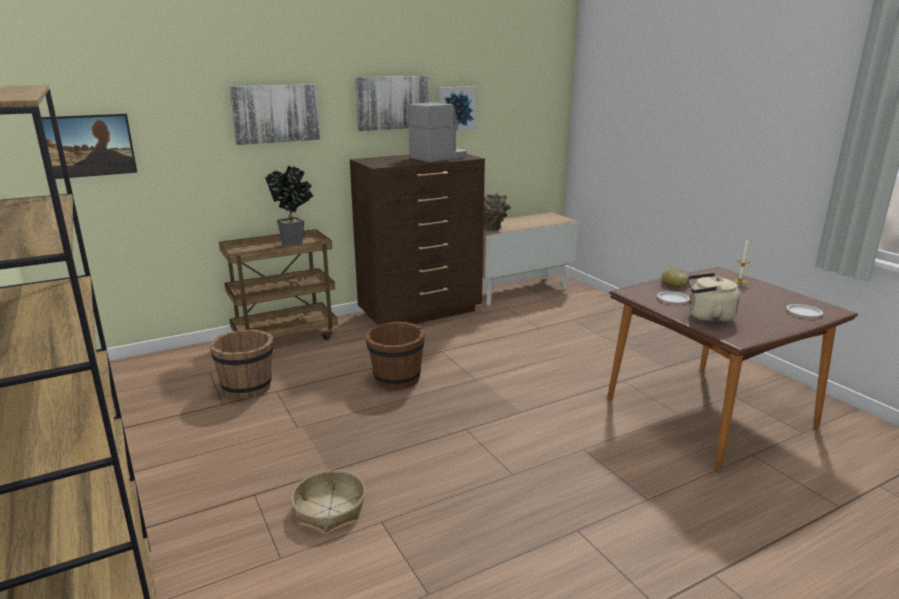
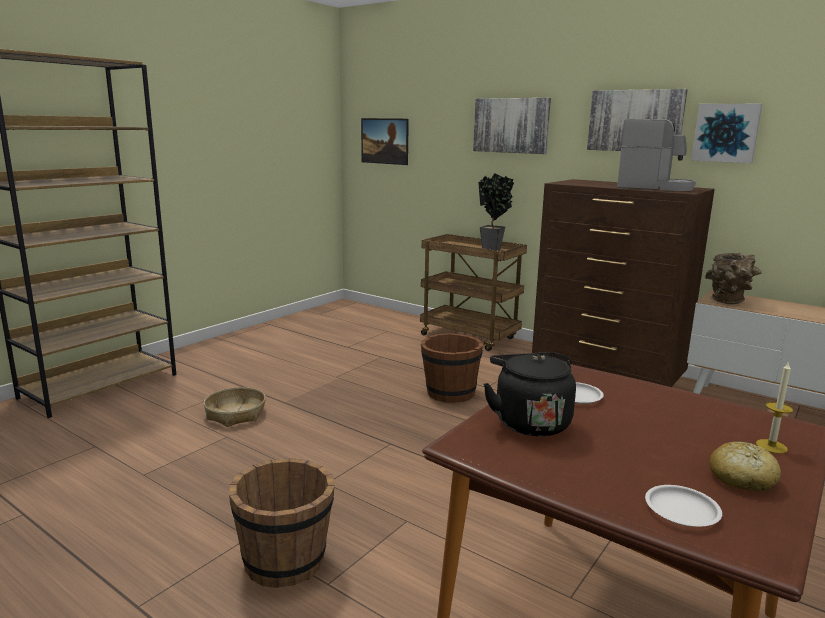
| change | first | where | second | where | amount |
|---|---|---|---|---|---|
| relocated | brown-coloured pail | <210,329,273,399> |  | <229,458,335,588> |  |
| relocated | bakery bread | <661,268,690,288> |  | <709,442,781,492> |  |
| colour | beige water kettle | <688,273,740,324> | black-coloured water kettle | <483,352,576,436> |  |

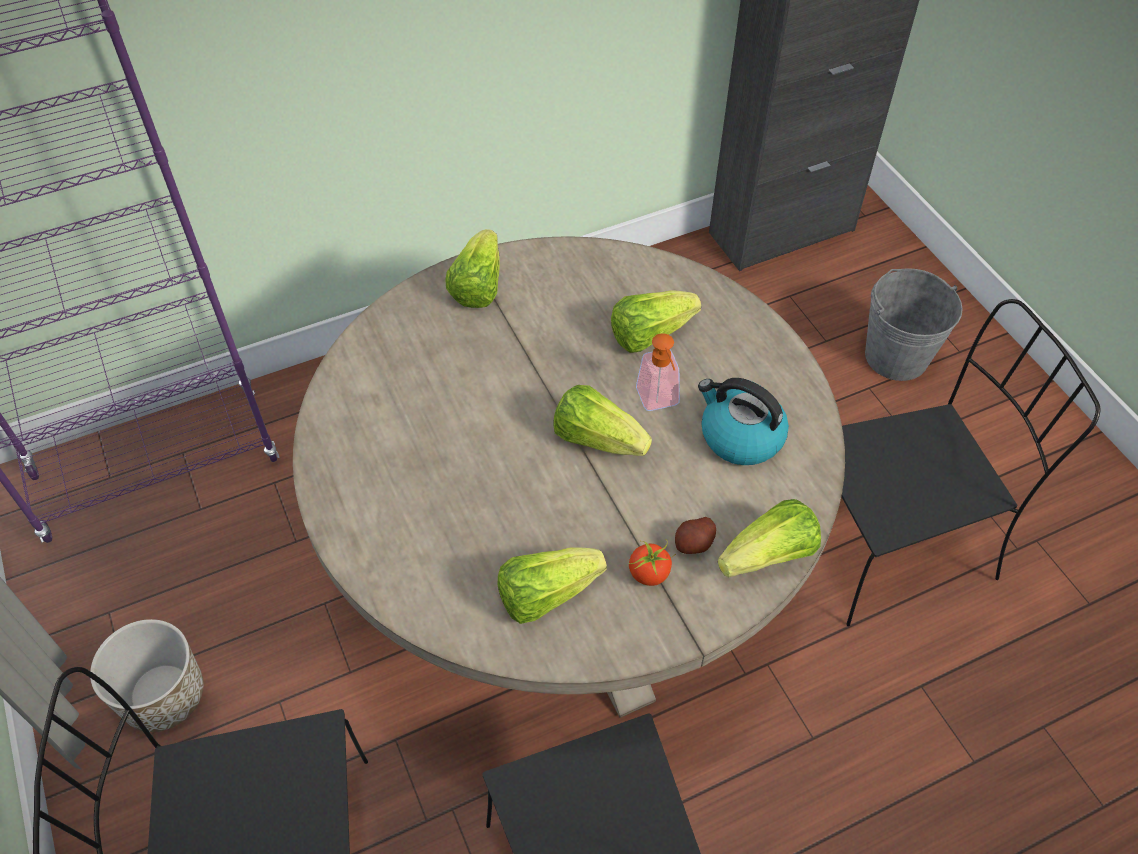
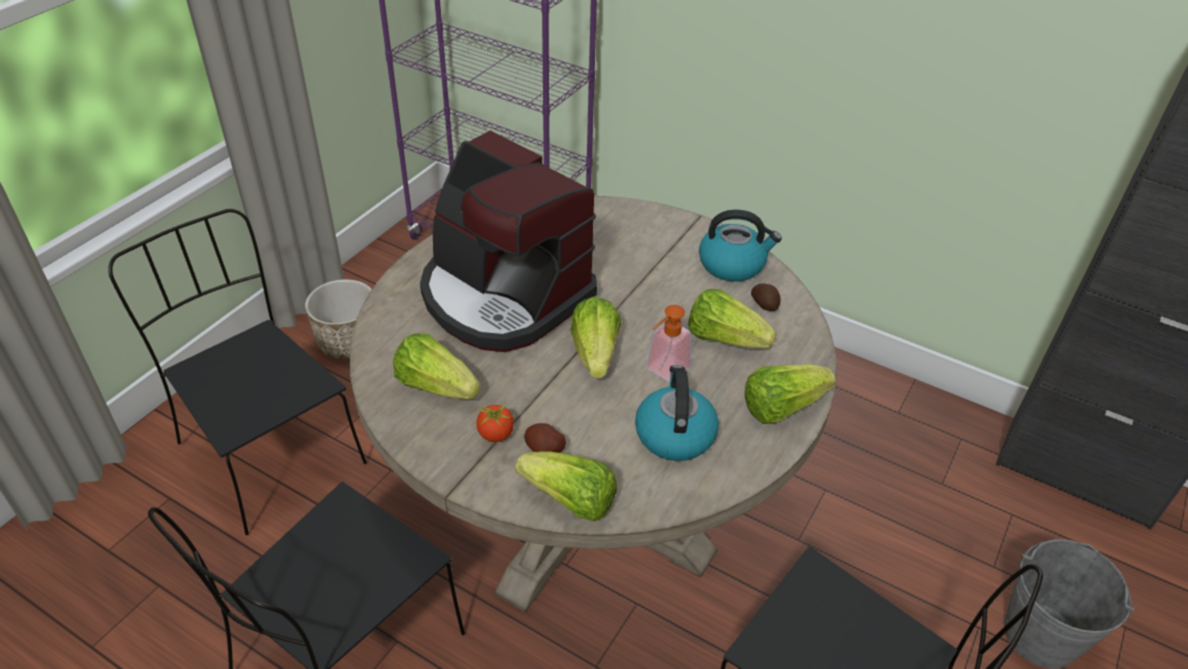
| change | first | where | second | where | amount |
|---|---|---|---|---|---|
| relocated | lettuce head | <445,229,500,308> |  | <745,364,836,424> |  |
| appeared |  |  | coffee machine | <420,130,597,352> |  |
| appeared |  |  | water kettle | <699,210,782,281> |  |
| appeared |  |  | potato | <751,283,781,311> |  |

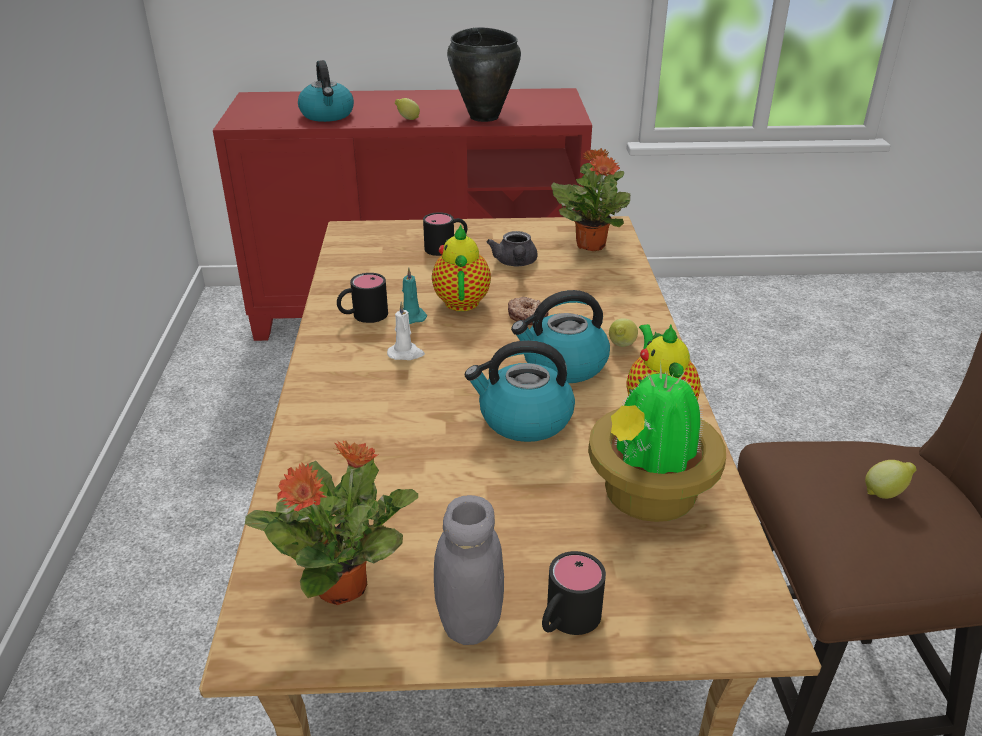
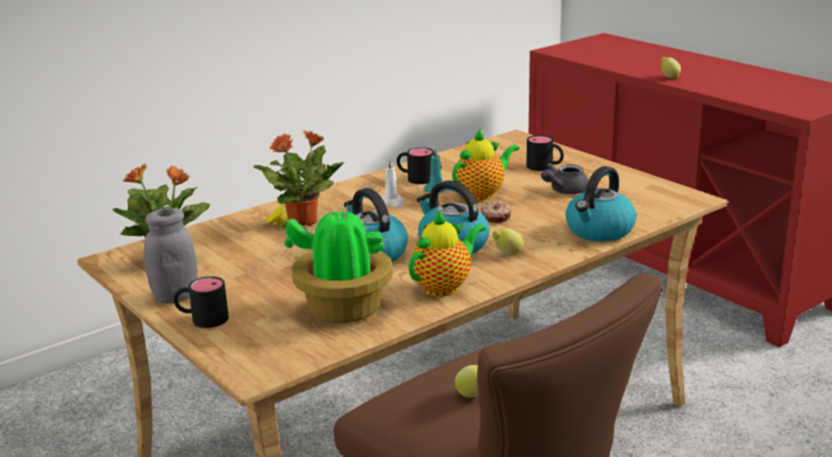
| change | first | where | second | where | amount |
|---|---|---|---|---|---|
| relocated | water kettle | <298,60,354,122> |  | <565,166,637,241> |  |
| missing | black-coloured stockpot | <447,27,521,122> |  |  |  |
| relocated | houseplant | <551,148,631,251> |  | <253,131,344,226> |  |

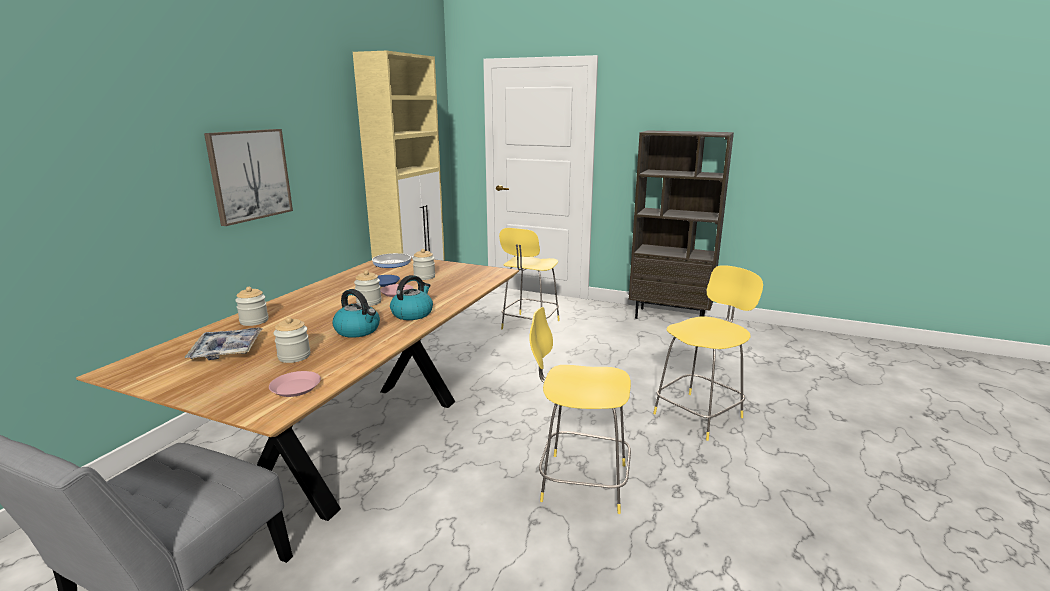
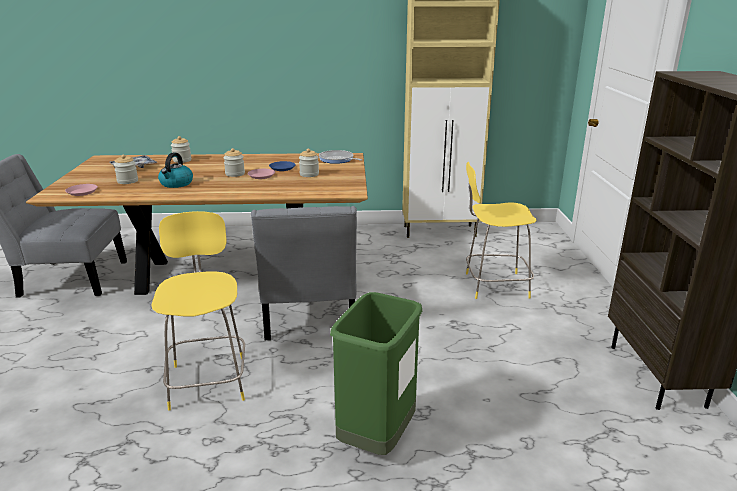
| change | first | where | second | where | amount |
|---|---|---|---|---|---|
| missing | wall picture | <204,129,293,226> |  |  |  |
| missing | water kettle | <390,275,433,320> |  |  |  |
| exchanged | yellowish sitting stool | <653,265,763,441> | green waste bin | <330,292,422,455> |  |
| appeared |  |  | grey plain chair | <251,206,357,340> |  |

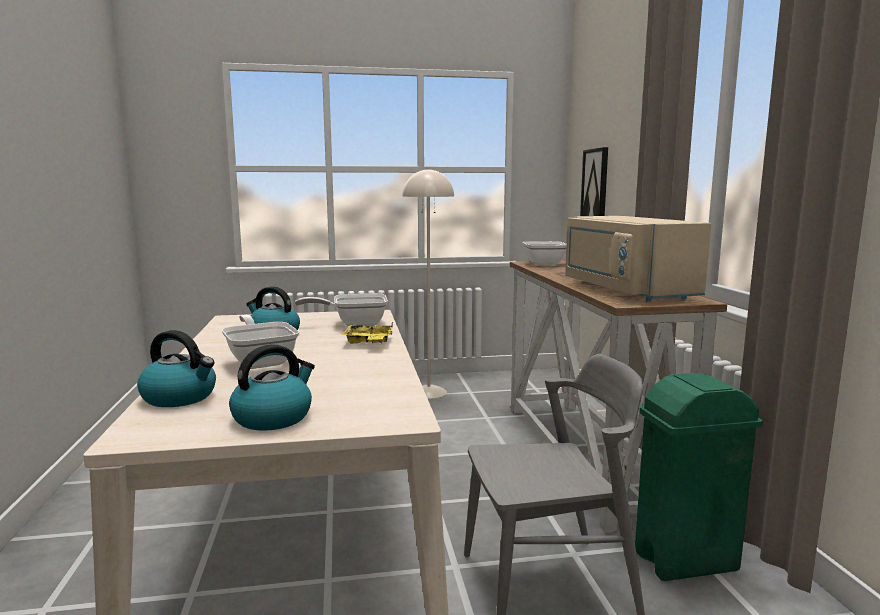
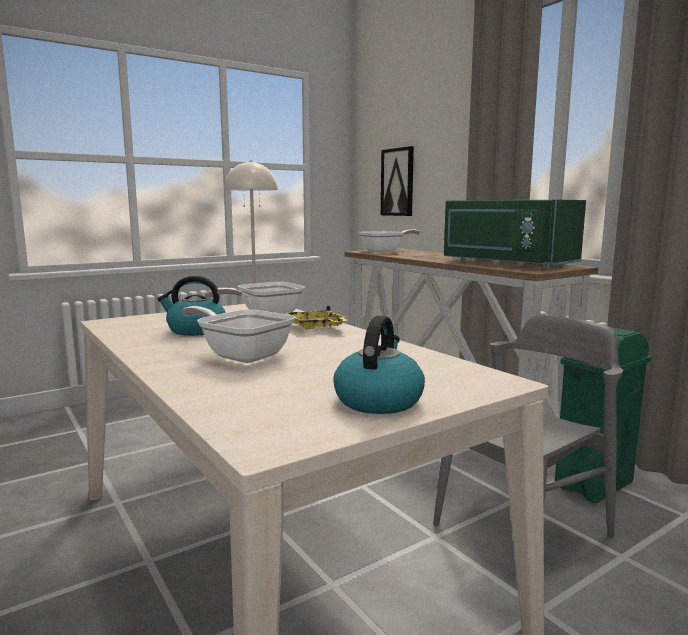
| change | first | where | second | where | amount |
|---|---|---|---|---|---|
| missing | water kettle | <137,330,216,407> |  |  |  |
| colour | beige kitchen microwave | <565,216,711,302> | green kitchen microwave | <444,200,586,269> |  |

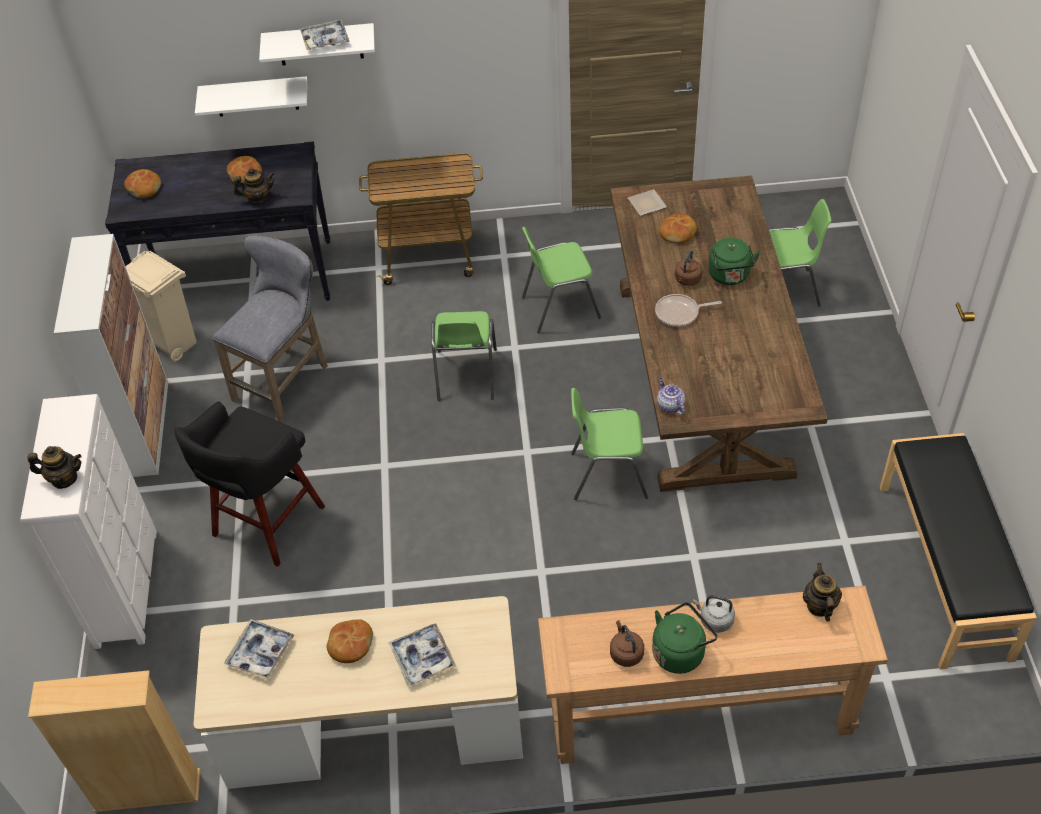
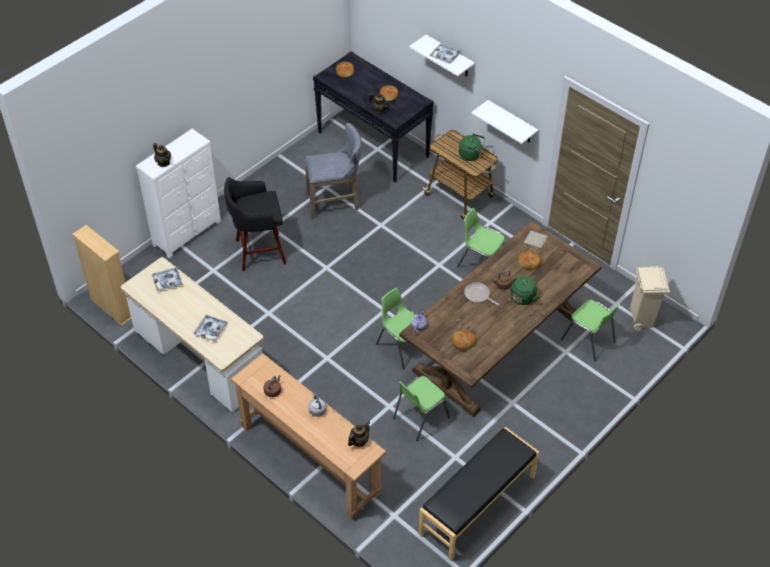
| change | first | where | second | where | amount |
|---|---|---|---|---|---|
| missing | storage cabinet | <54,234,168,477> |  |  |  |
| relocated | beige waste bin | <125,251,197,361> |  | <629,266,670,330> |  |
| relocated | white-coloured bracket shelf | <195,76,308,117> |  | <471,100,538,144> |  |
| relocated | bakery bread | <327,619,373,663> |  | <452,330,477,350> |  |
| relocated | green plain chair | <431,311,497,401> |  | <393,376,450,441> |  |
| relocated | green water kettle | <652,602,717,674> |  | <459,133,485,161> |  |

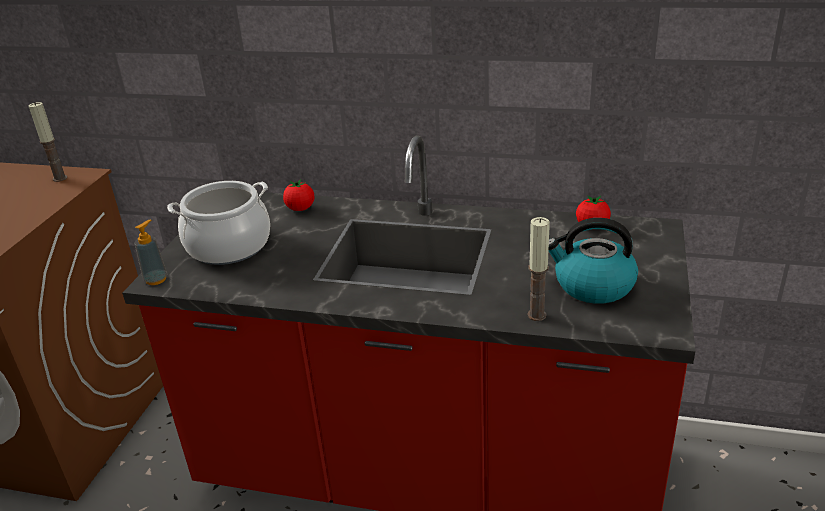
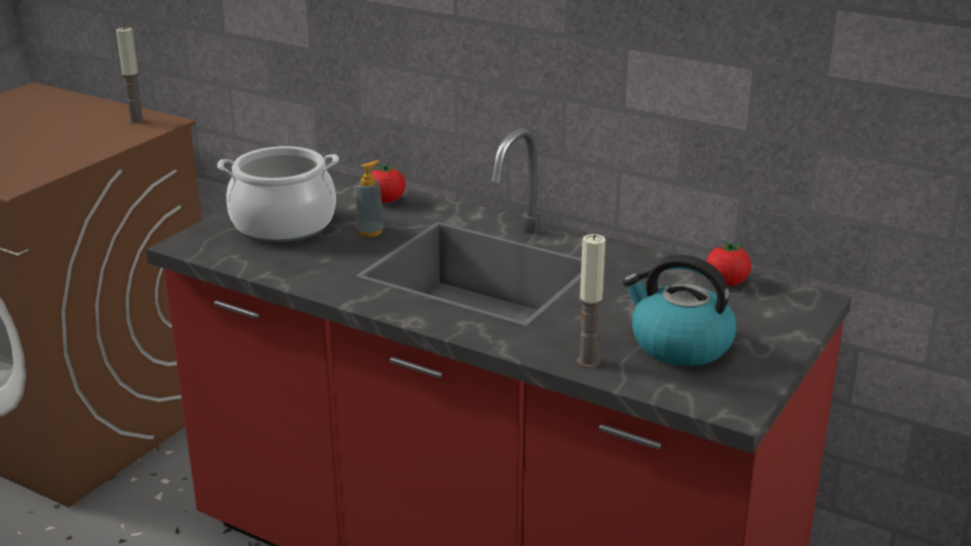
| change | first | where | second | where | amount |
|---|---|---|---|---|---|
| relocated | liquid soap bottle | <134,220,167,285> |  | <356,161,384,237> |  |

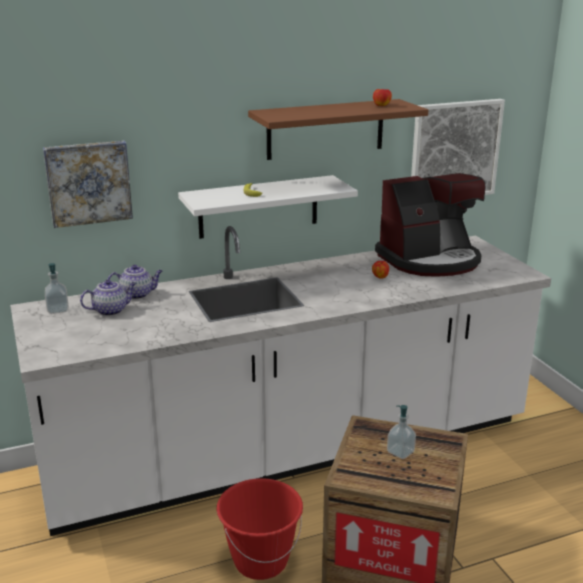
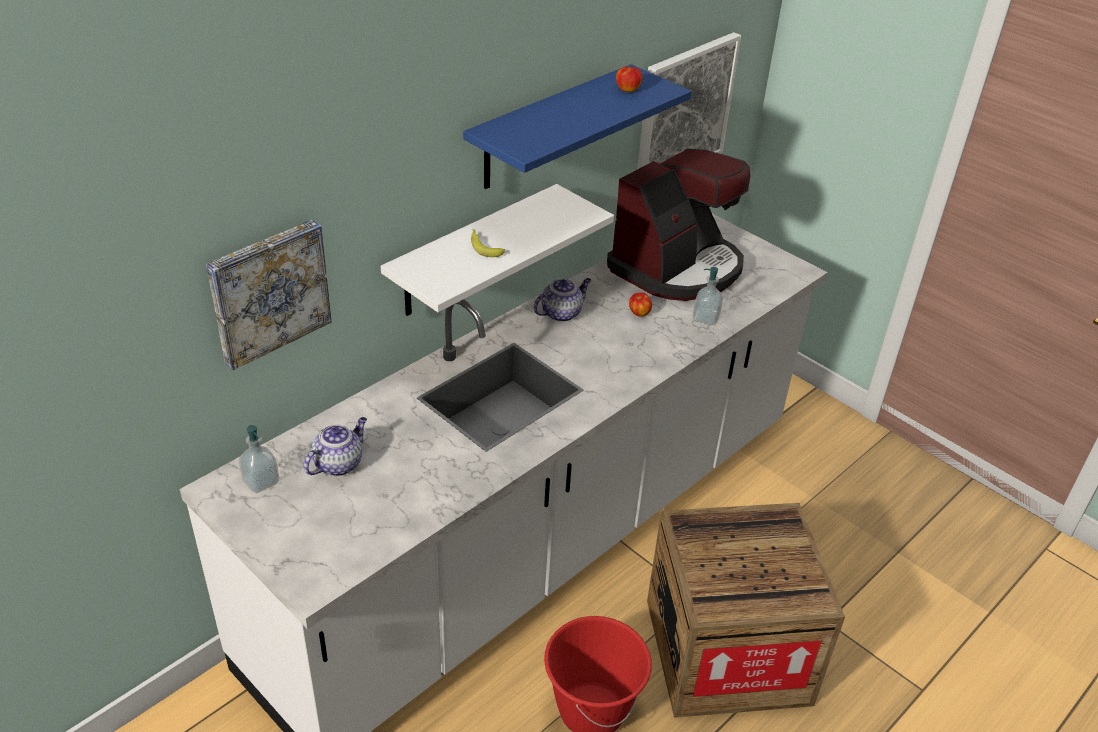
| change | first | where | second | where | amount |
|---|---|---|---|---|---|
| relocated | teapot | <108,265,163,299> |  | <534,278,591,322> |  |
| colour | brown-coloured bracket shelf | <248,99,428,160> | blue bracket shelf | <463,64,692,189> |  |
| relocated | liquid soap bottle | <387,405,416,459> |  | <693,267,723,325> |  |

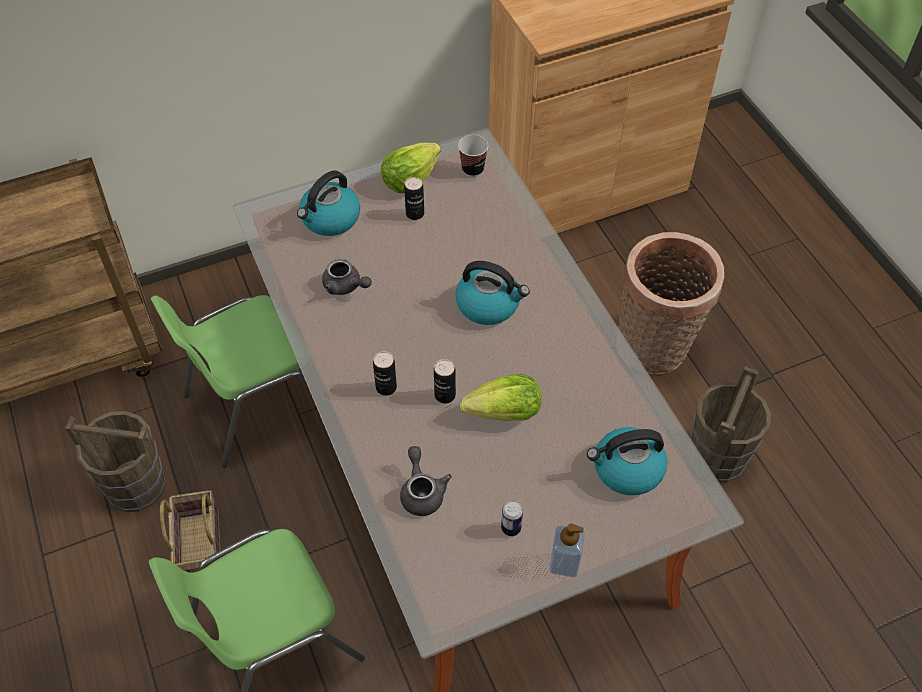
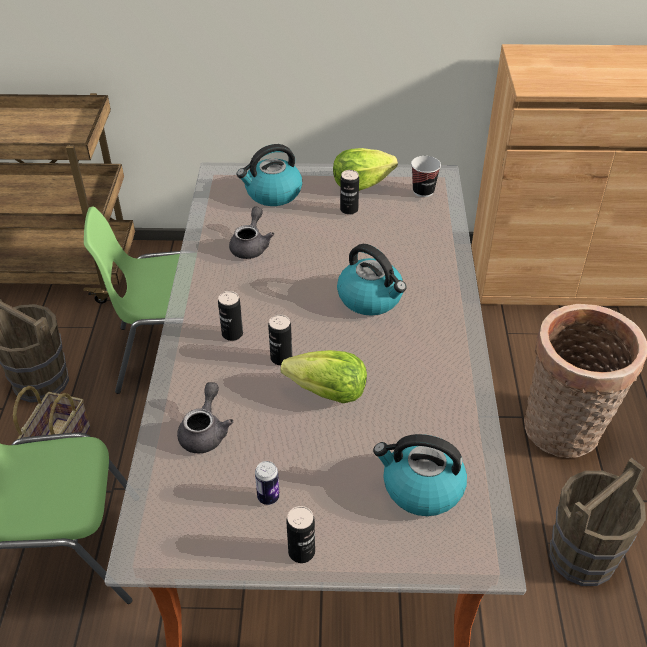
| change | first | where | second | where | amount |
|---|---|---|---|---|---|
| spun | grey teapot | <322,259,372,295> |  | <229,207,274,259> | 135 degrees counterclockwise |
| exchanged | liquid soap bottle | <550,523,585,577> | can | <286,506,315,563> |  |

